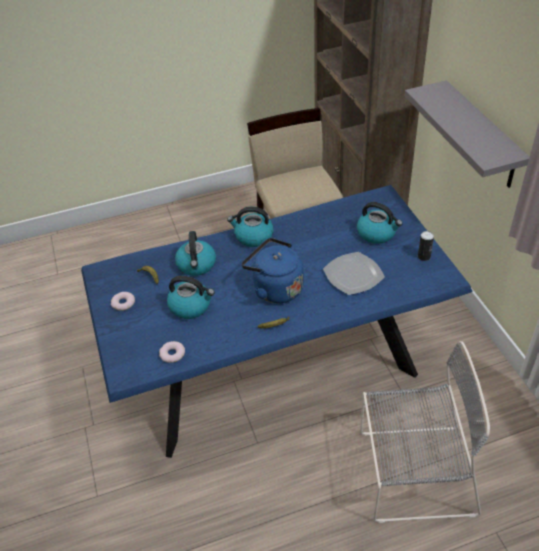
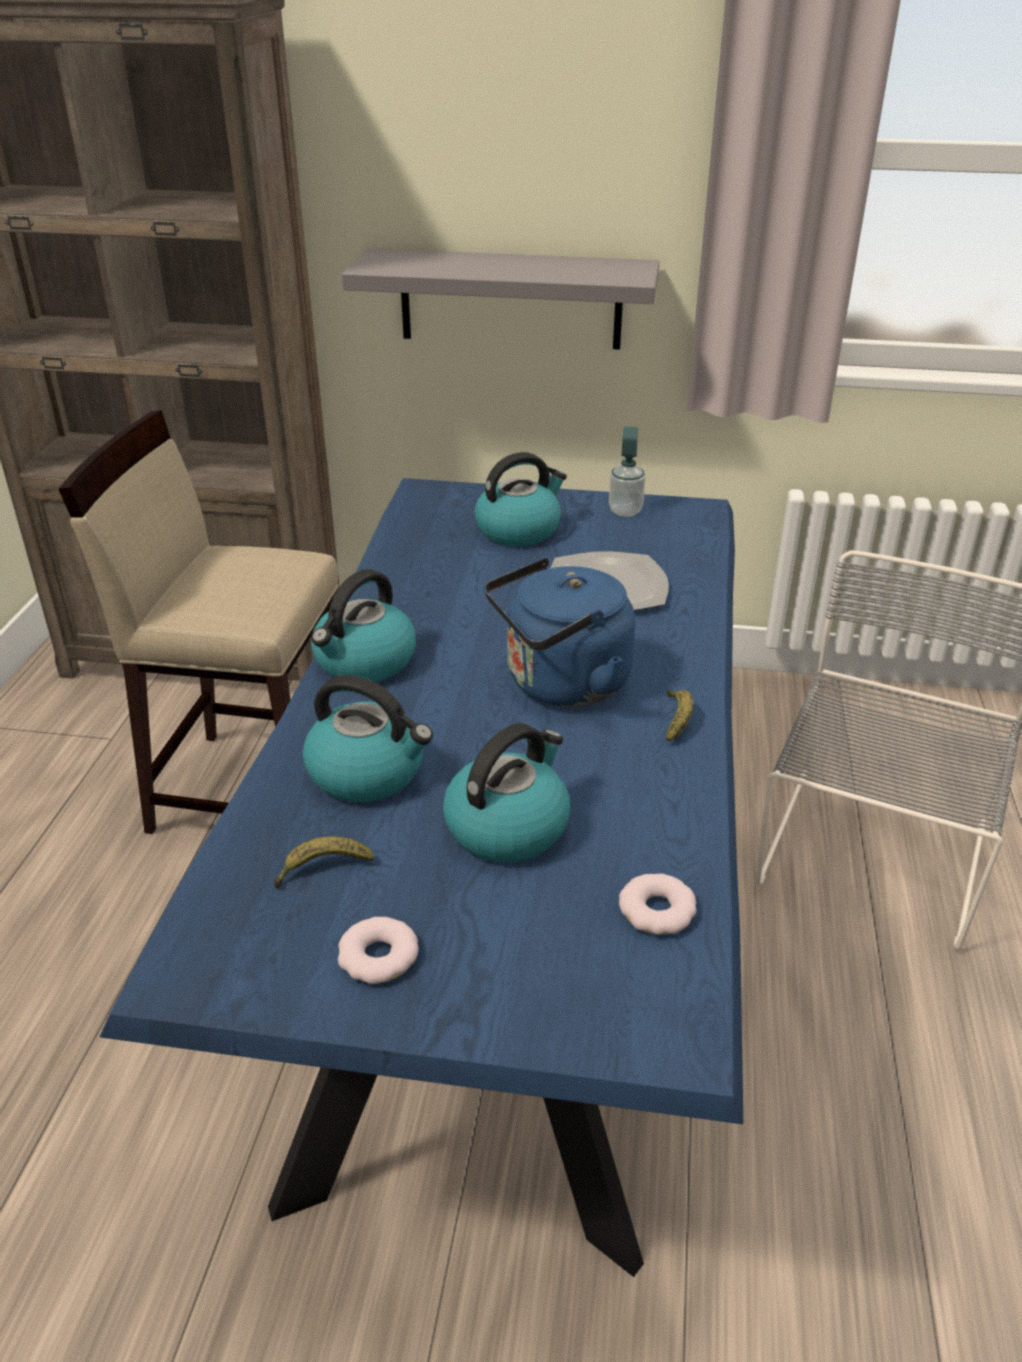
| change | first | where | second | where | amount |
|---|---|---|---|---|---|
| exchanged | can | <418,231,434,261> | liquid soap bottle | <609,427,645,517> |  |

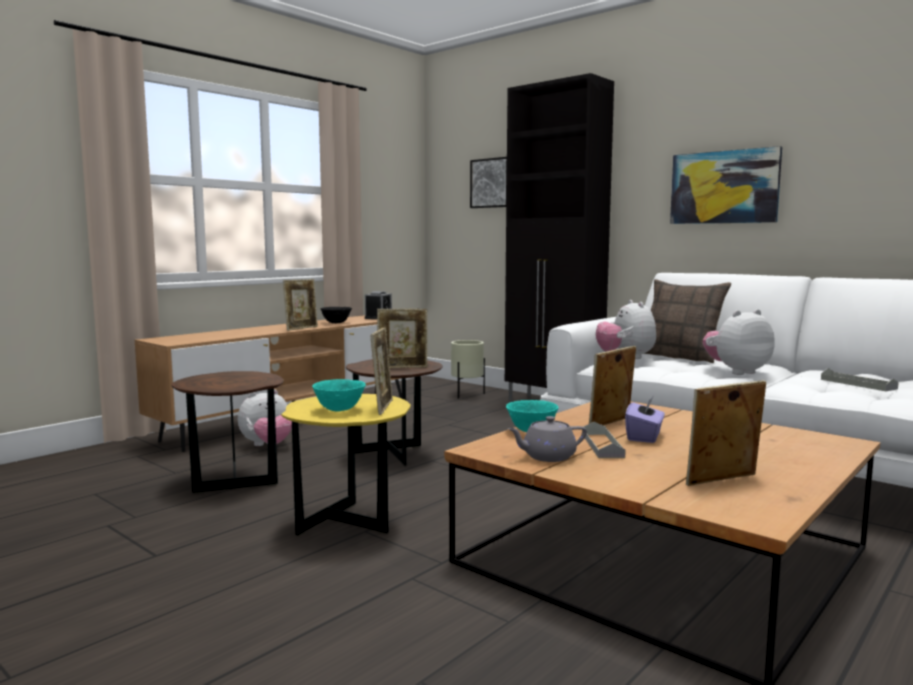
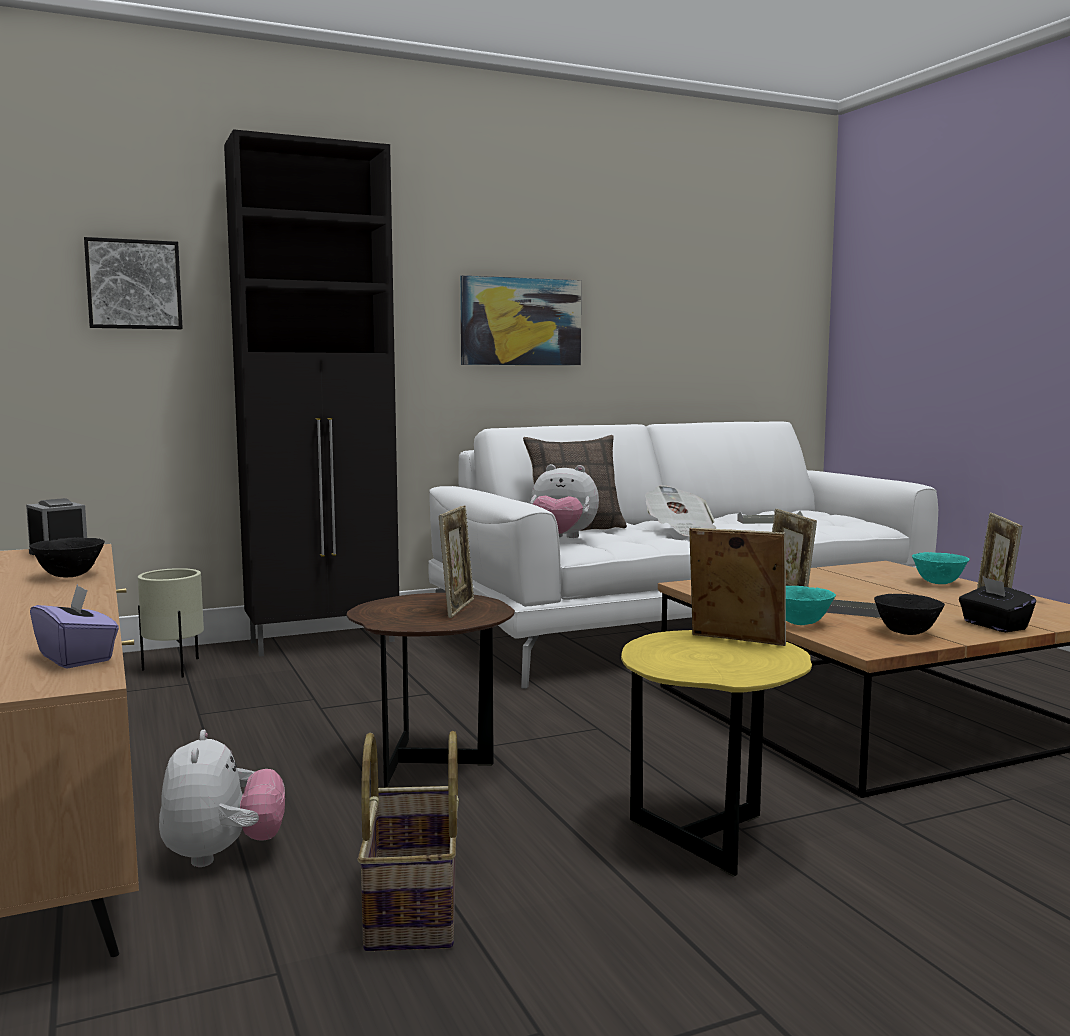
| change | first | where | second | where | amount |
|---|---|---|---|---|---|
| exchanged | brown-coloured end table | <171,371,284,494> | household basket | <357,731,459,951> |  |
| missing | photo frame | <283,279,318,331> |  |  |  |
| relocated | blue-green deep dish | <312,379,366,411> |  | <912,552,969,584> |  |
| exchanged | grey teapot | <507,416,587,462> | black-coloured deep dish | <874,594,945,635> |  |
| relocated | purple-coloured box of tissues | <625,396,665,443> |  | <30,584,119,669> |  |
| exchanged | cuddly toy | <703,309,774,375> | printed paper | <645,485,716,537> |  |
| appeared |  |  | black-coloured box of tissues | <959,576,1036,632> |  |

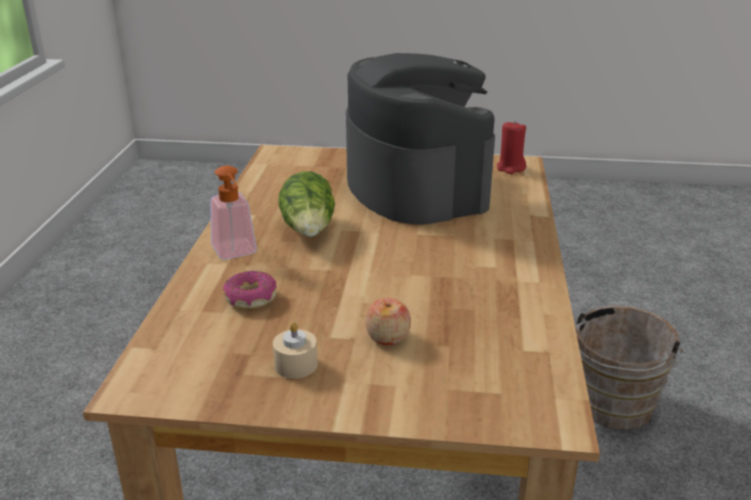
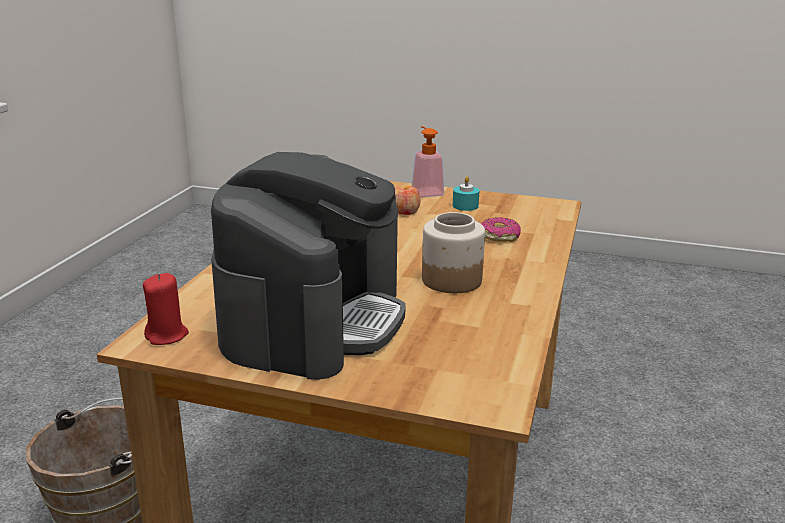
| change | first | where | second | where | amount |
|---|---|---|---|---|---|
| relocated | liquid soap bottle | <210,166,257,260> |  | <412,126,444,198> |  |
| colour | beige wax candle | <273,322,318,379> | blue-green wax candle | <453,176,480,211> |  |
| exchanged | lettuce head | <279,171,335,237> | preserve jar | <422,212,485,293> |  |
| spun | coffee machine | <346,53,495,225> |  | <211,152,406,380> | 150 degrees counterclockwise |

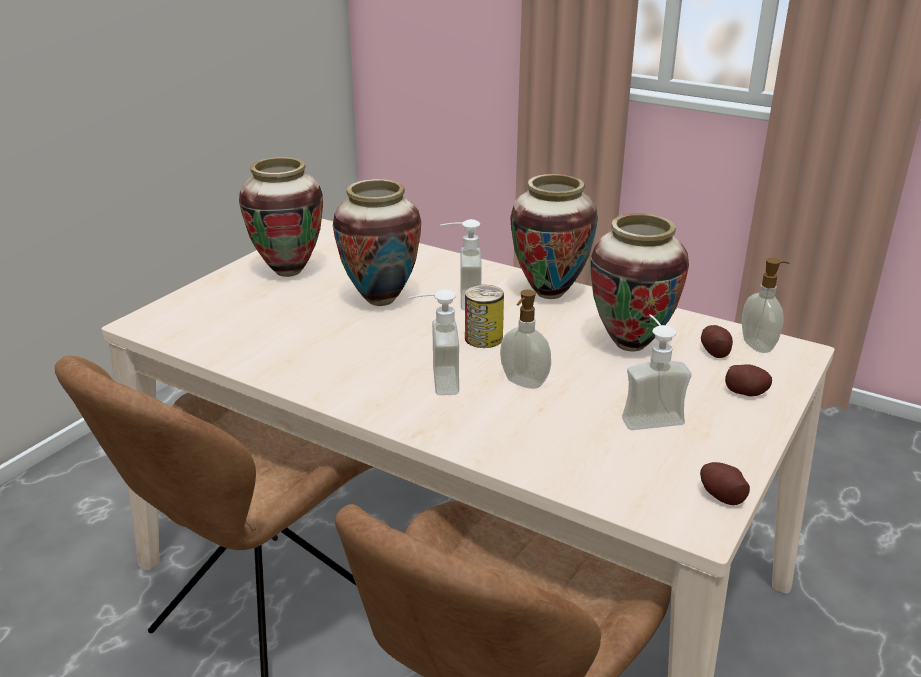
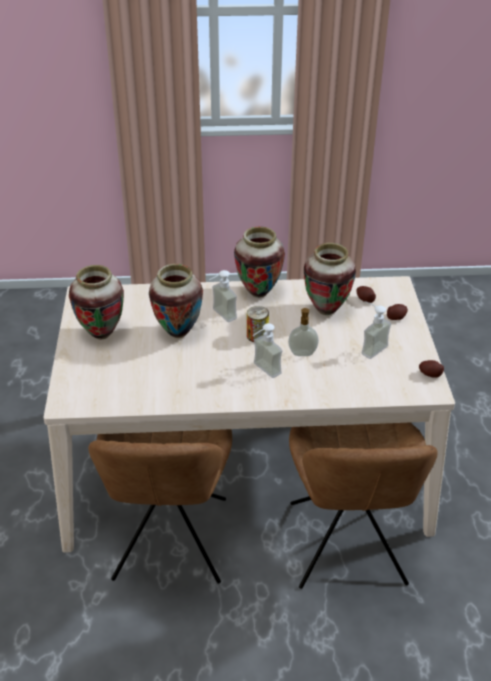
| change | first | where | second | where | amount |
|---|---|---|---|---|---|
| missing | liquid soap bottle | <742,258,789,353> |  |  |  |

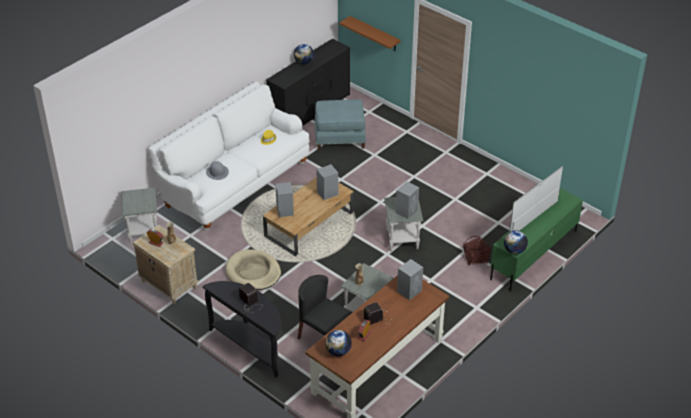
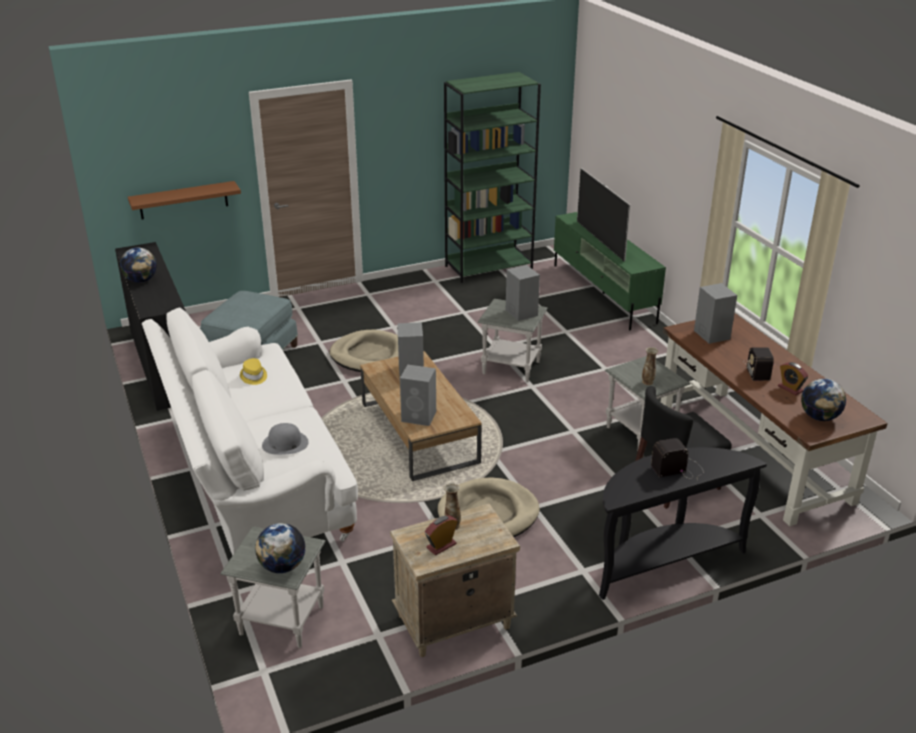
| change | first | where | second | where | amount |
|---|---|---|---|---|---|
| missing | household basket | <463,236,491,265> |  |  |  |
| relocated | globe | <504,230,528,254> |  | <255,523,305,573> |  |
| appeared |  |  | beige pet bed | <329,330,399,372> |  |
| appeared |  |  | green shelving unit | <444,72,541,283> |  |

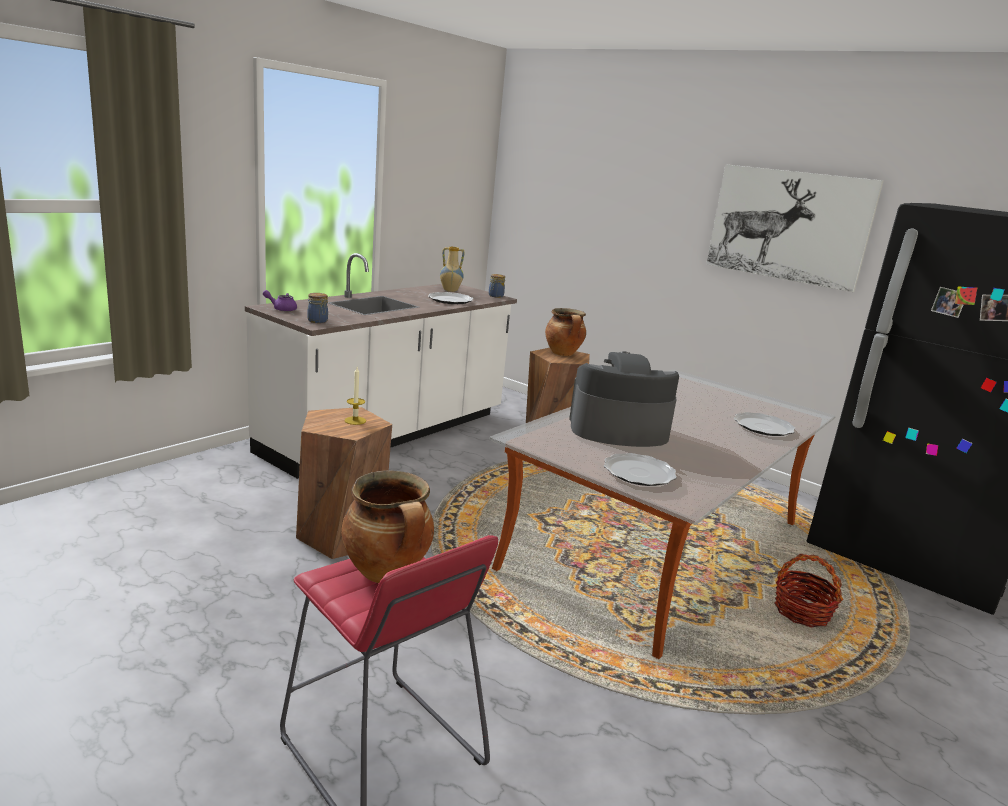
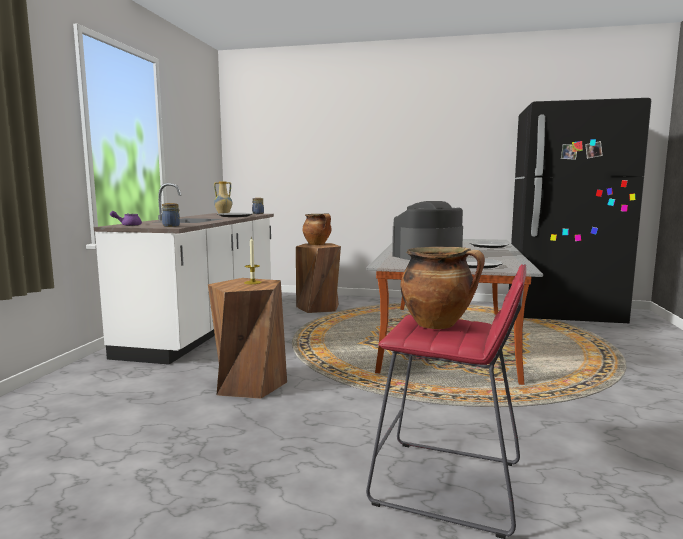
| change | first | where | second | where | amount |
|---|---|---|---|---|---|
| missing | wall picture | <706,164,884,292> |  |  |  |
| missing | household basket | <775,554,843,628> |  |  |  |

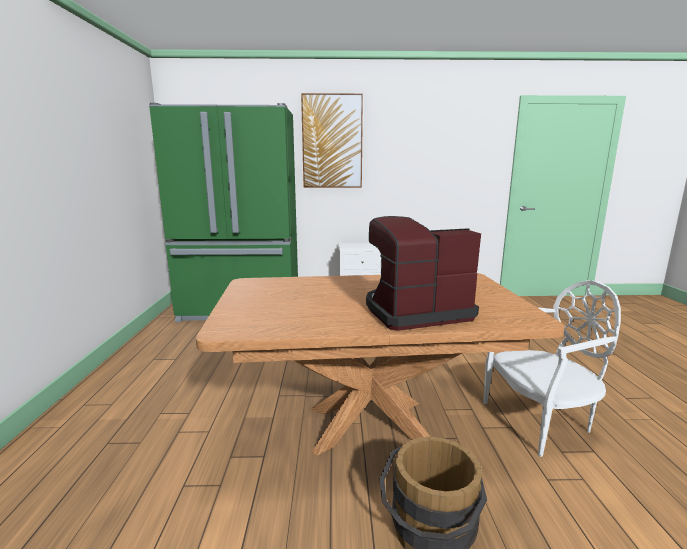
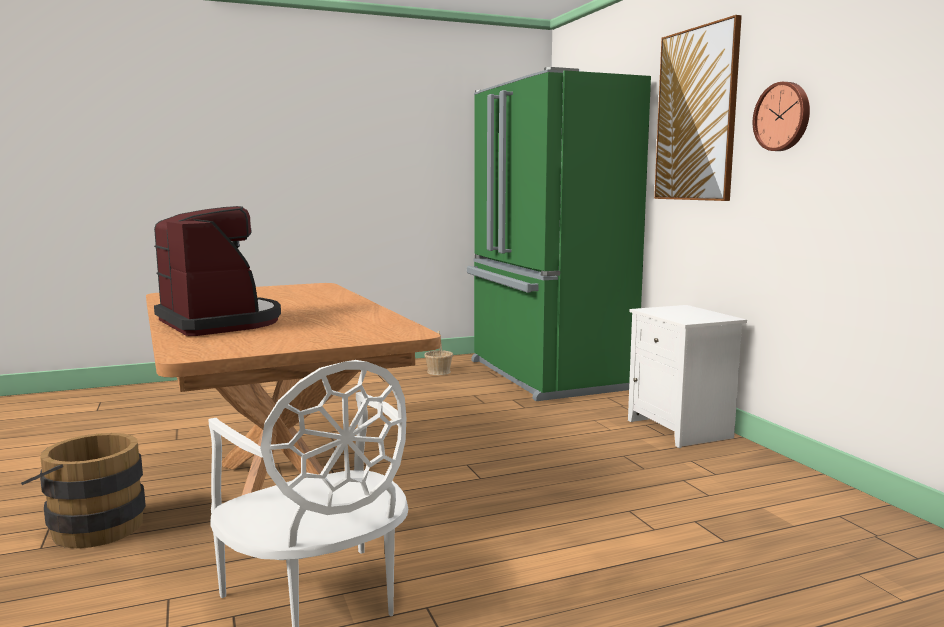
| change | first | where | second | where | amount |
|---|---|---|---|---|---|
| appeared |  |  | household basket | <424,330,453,375> |  |
| appeared |  |  | wall clock | <753,82,810,151> |  |

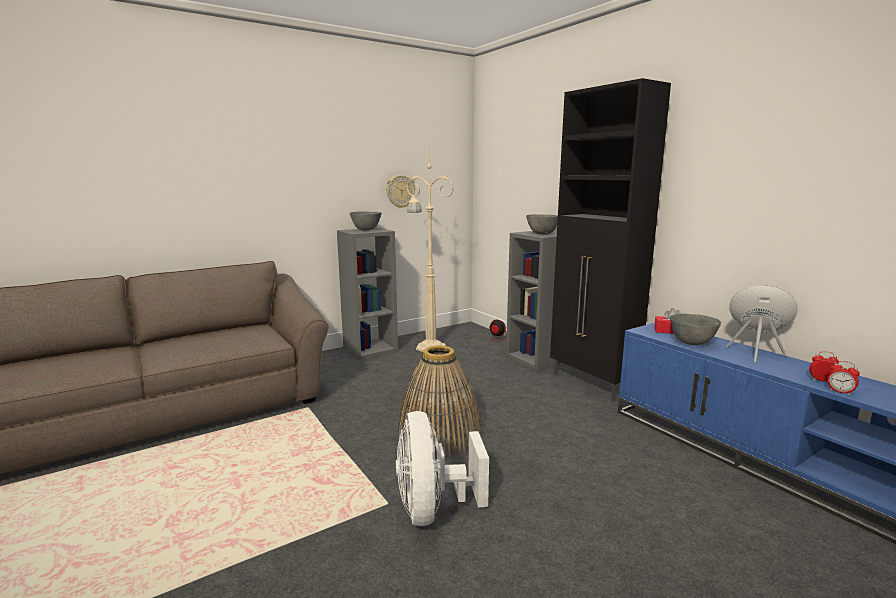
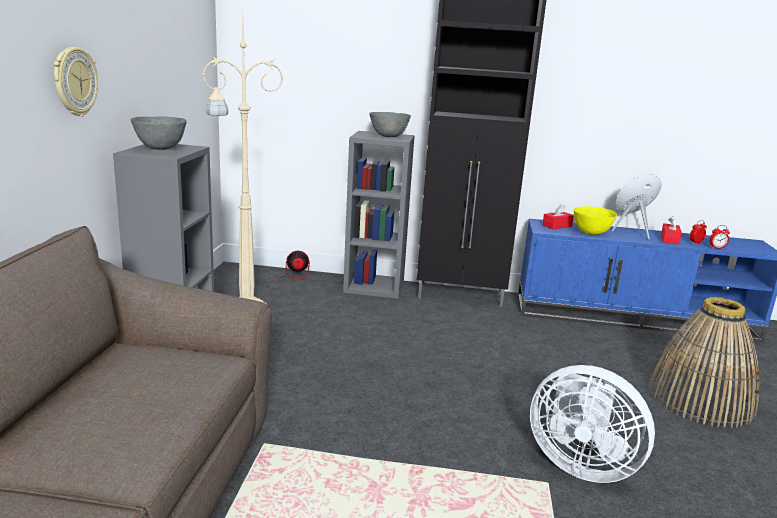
| change | first | where | second | where | amount |
|---|---|---|---|---|---|
| relocated | wall clock | <386,175,415,208> |  | <54,47,98,117> |  |
| relocated | household basket | <397,345,481,457> |  | <649,297,759,428> |  |
| colour | grey deep dish | <670,314,721,345> | yellowish deep dish | <574,206,617,235> |  |
| appeared |  |  | red-coloured box of tissues | <661,216,682,245> |  |

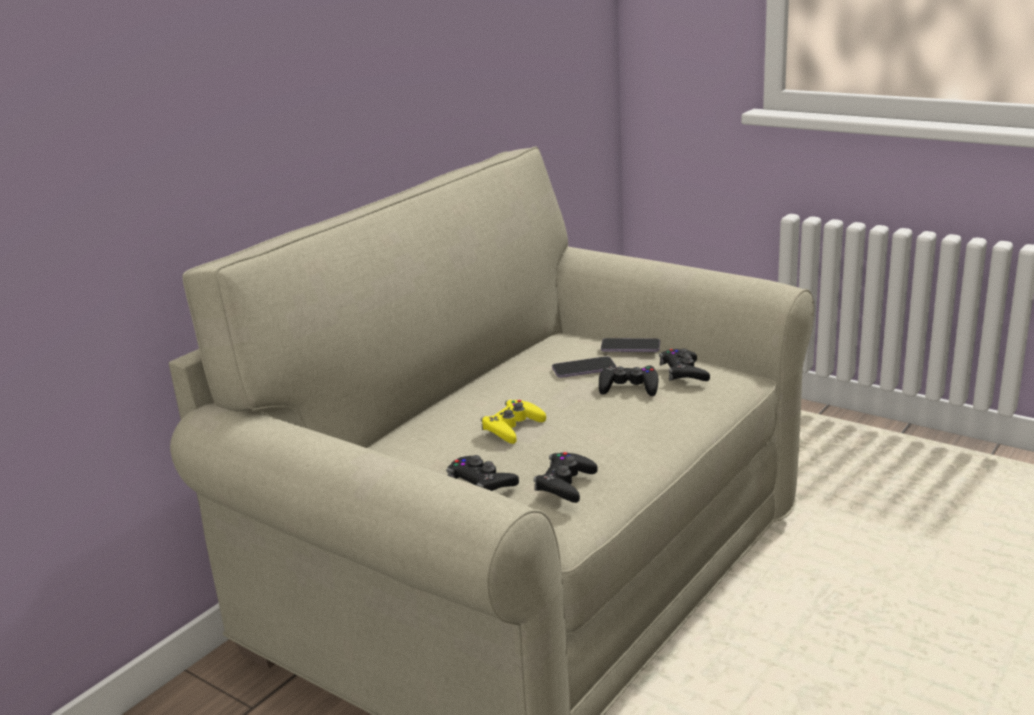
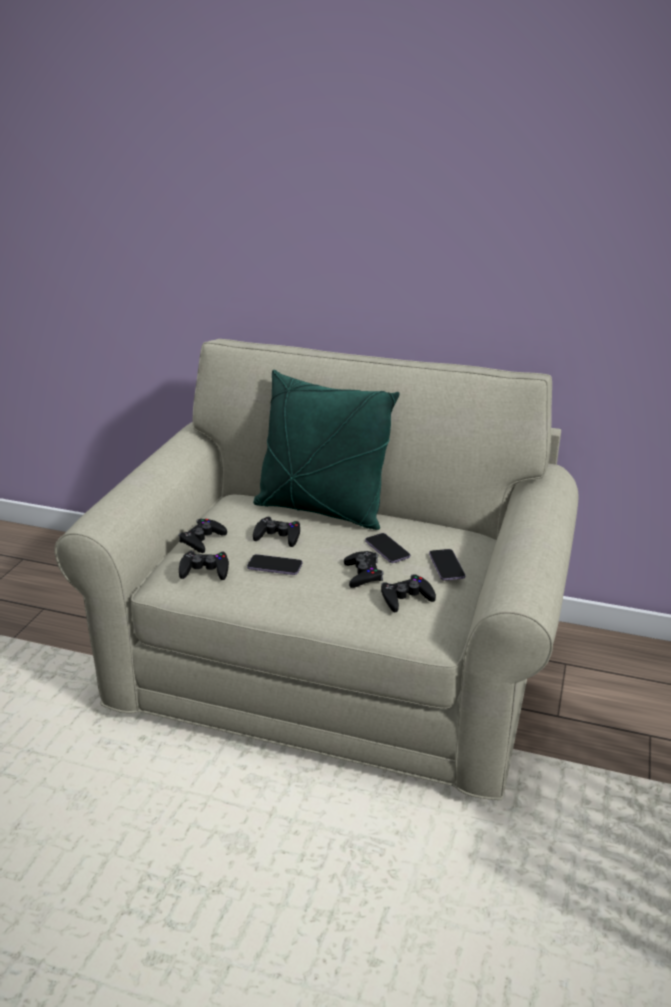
| change | first | where | second | where | amount |
|---|---|---|---|---|---|
| colour | yellowish joypad | <481,400,546,444> | black-coloured joypad | <253,517,300,547> |  |
| appeared |  |  | telephone | <247,554,302,575> |  |
| appeared |  |  | green pillow | <253,370,400,530> |  |

